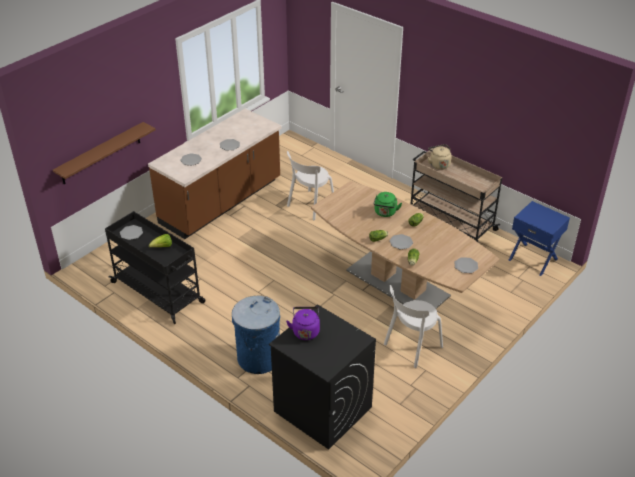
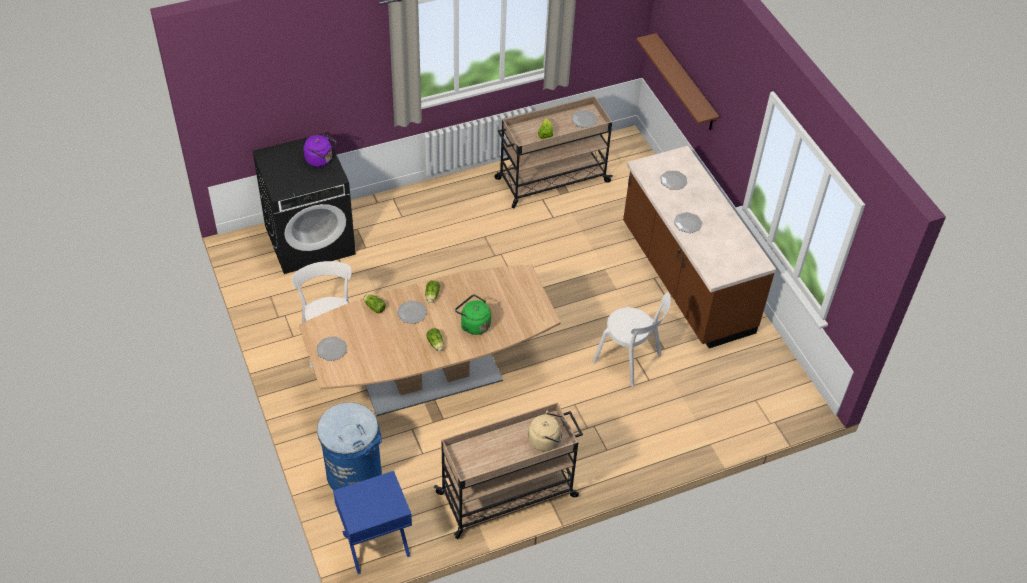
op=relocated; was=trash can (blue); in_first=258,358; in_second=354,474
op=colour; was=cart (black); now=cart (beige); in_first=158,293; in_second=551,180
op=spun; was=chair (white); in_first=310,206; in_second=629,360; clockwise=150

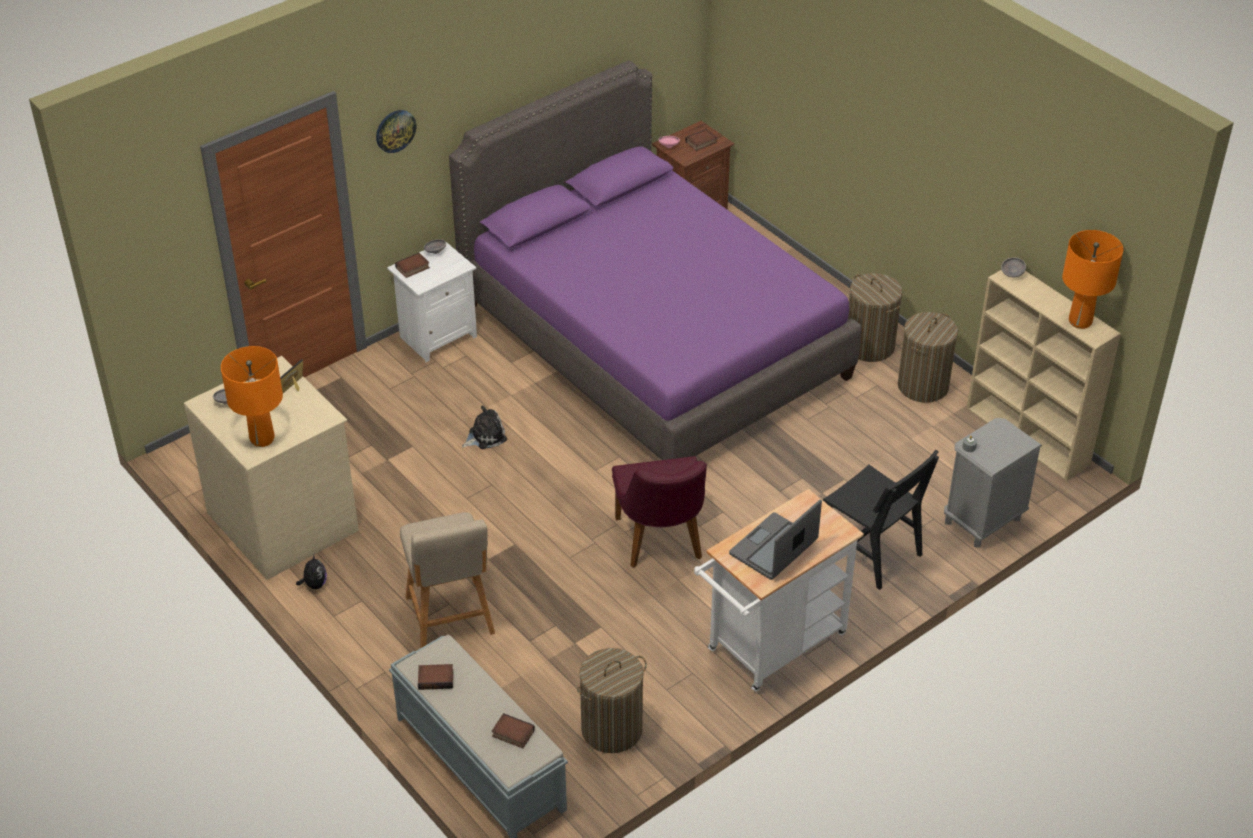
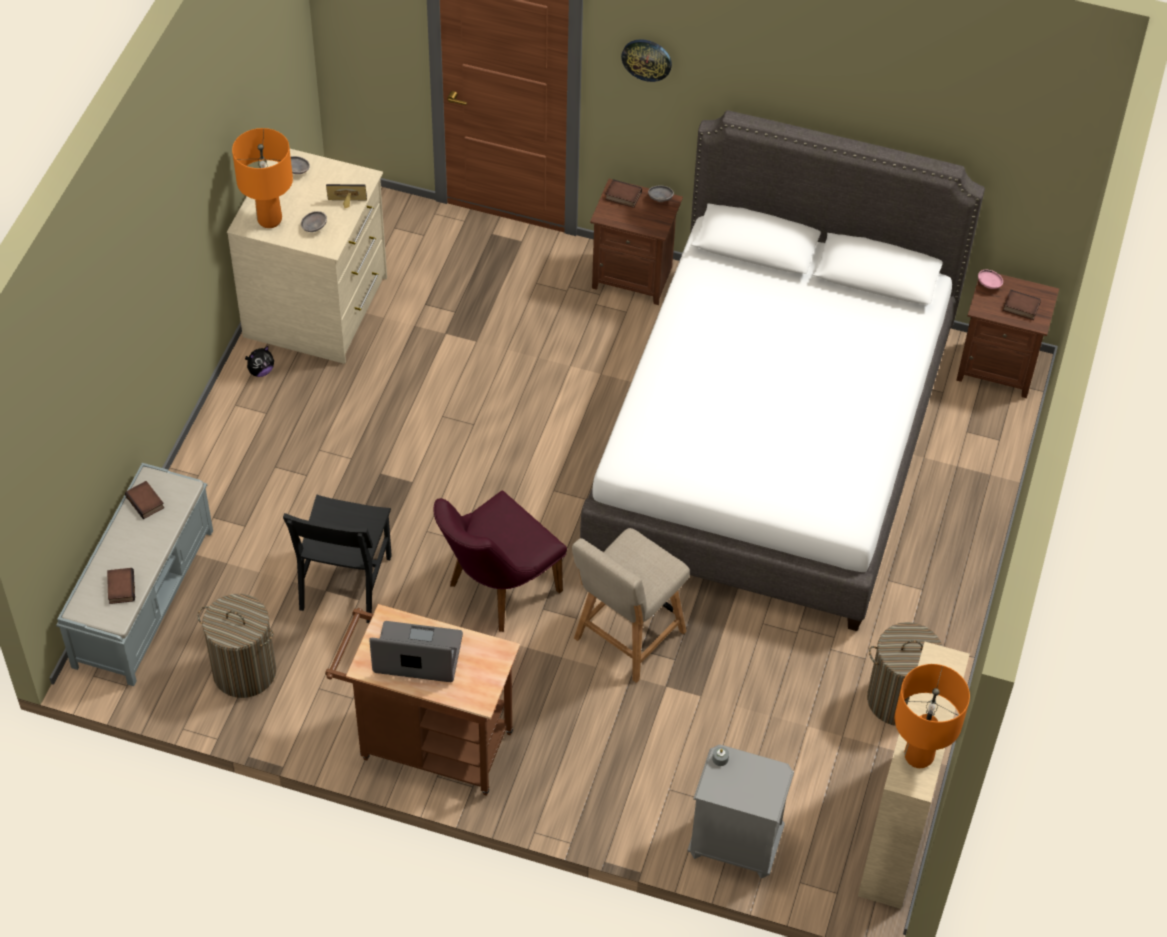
op=missing; was=plush toy; in_first=485,436
op=missing; was=laundry basket; in_first=869,346
op=relocated; was=chair (beige); in_first=451,619; in_second=626,638
op=relocated; was=chair (black); in_first=871,552; in_second=345,582
op=relocated; was=bowl (grey); in_first=1012,274; in_second=314,227
op=colour; was=nightstand (white); now=nightstand (brown); in_first=437,336; in_second=633,276
op=colour; was=bed (purple); now=bed (white); in_first=653,341; in_second=770,441
op=colour; was=cart (white); now=cart (brown); in_first=770,647; in_second=427,743

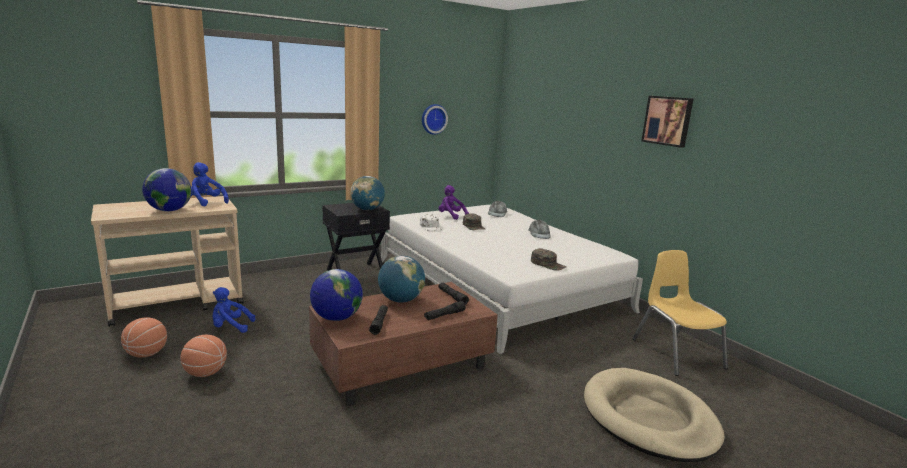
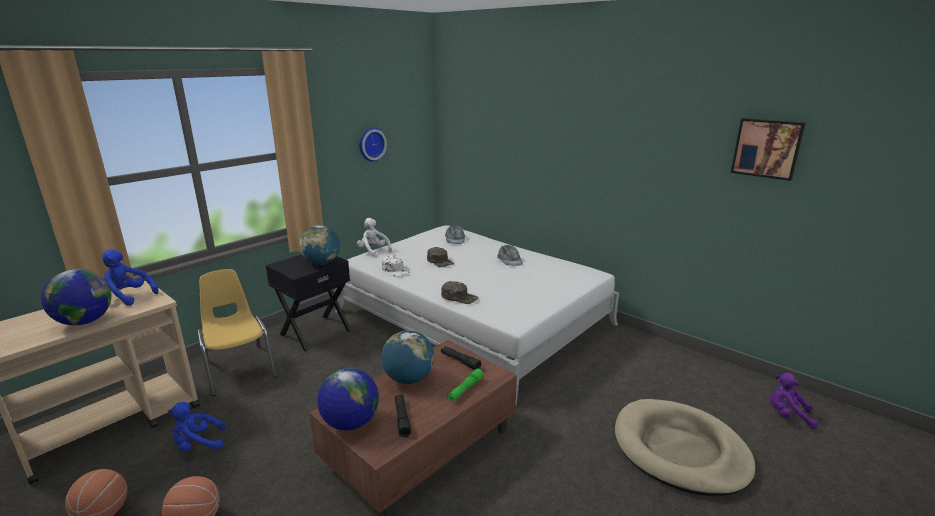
op=appeared; now=plush toy (white); in_second=373,251
op=relocated; was=plush toy (purple); in_first=451,216; in_second=787,415
op=relocated; was=cap (green); in_first=548,264; in_second=459,297
op=relocated; was=chair (yellow); in_first=676,353; in_second=239,368
op=relocated; was=picture; in_first=668,121; in_second=767,148
op=colour; was=flashlight (black); now=flashlight (green); in_first=444,315; in_second=465,390

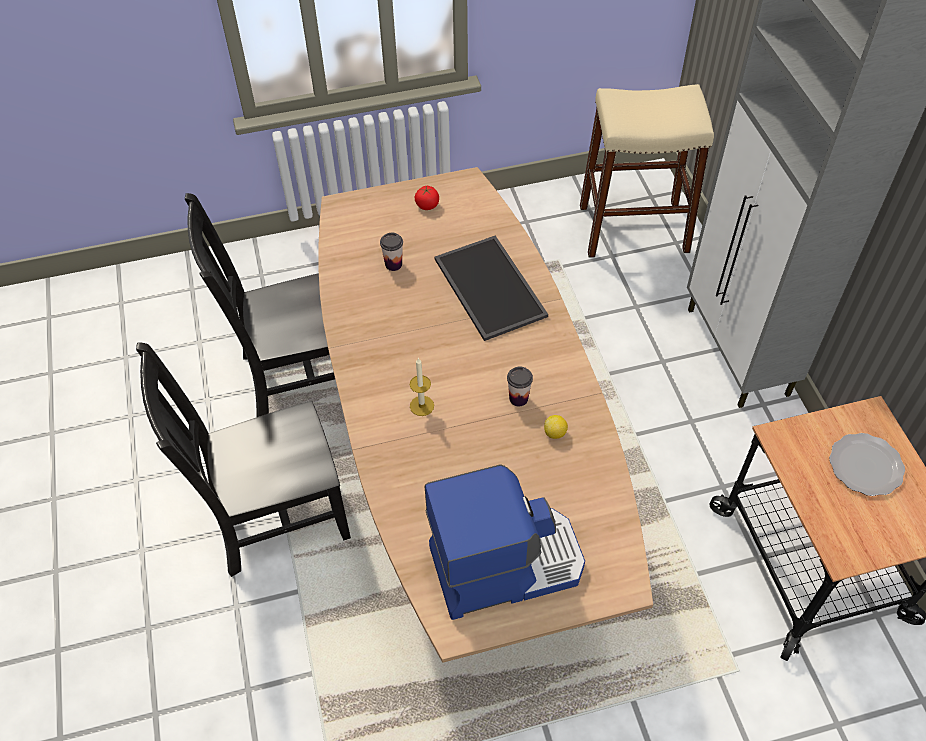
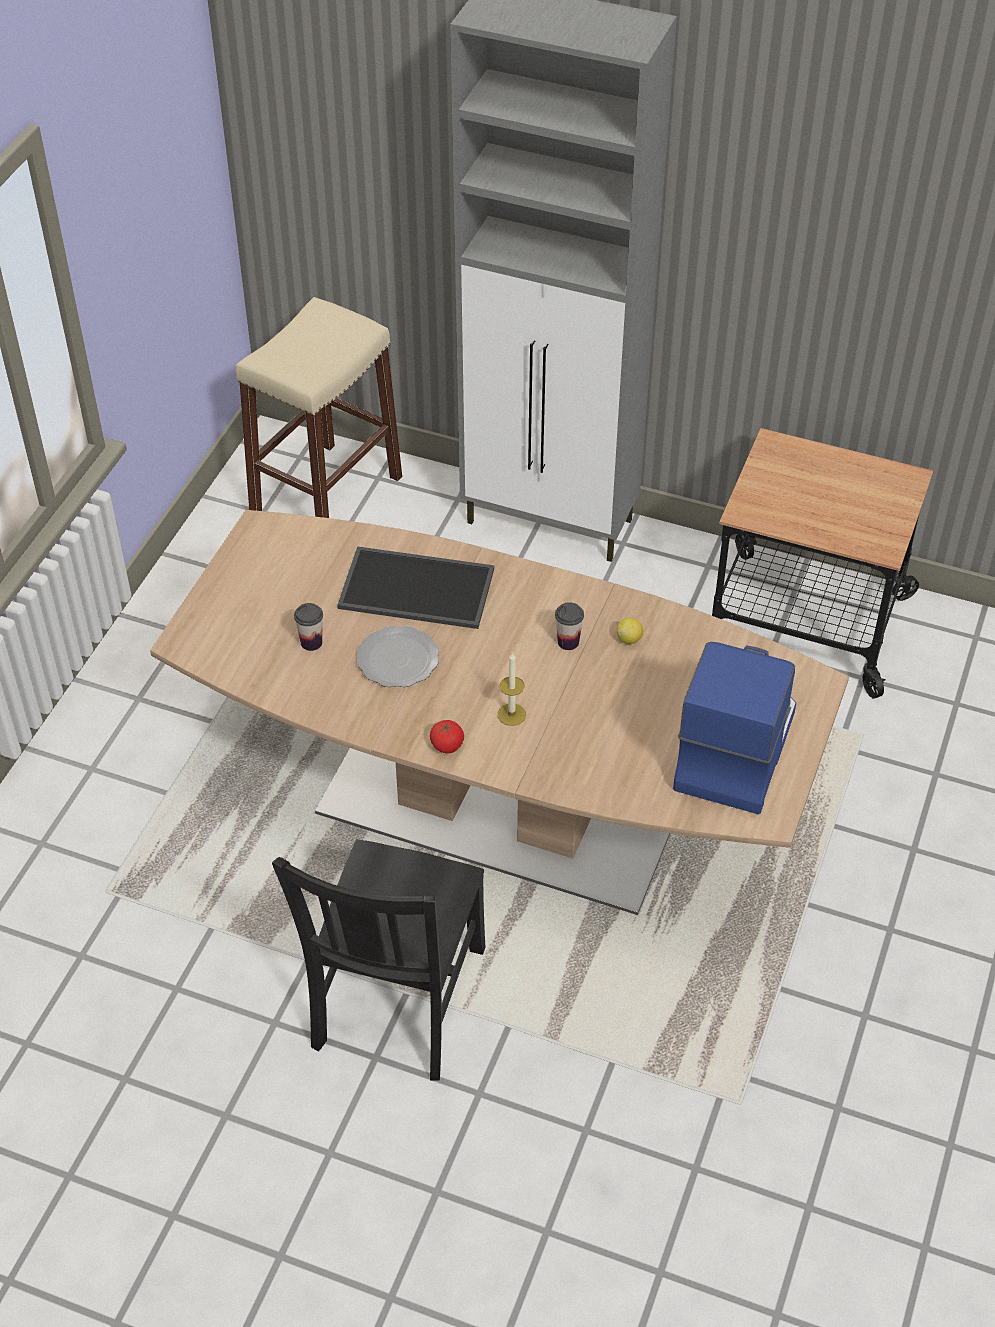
op=missing; was=chair (black); in_first=299,377
op=relocated; was=tomato; in_first=427,205; in_second=447,745
op=relocated; was=plate; in_first=865,465; in_second=397,659

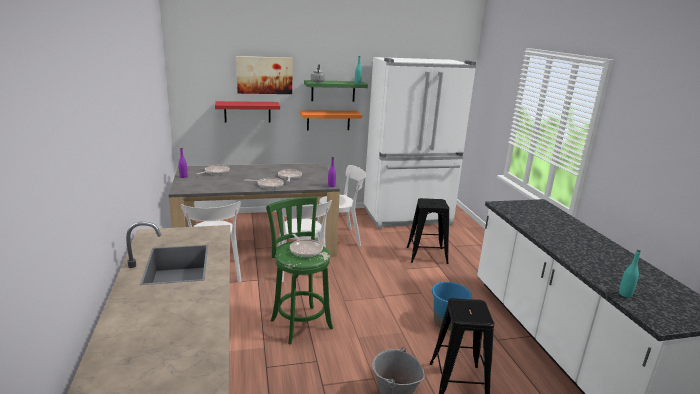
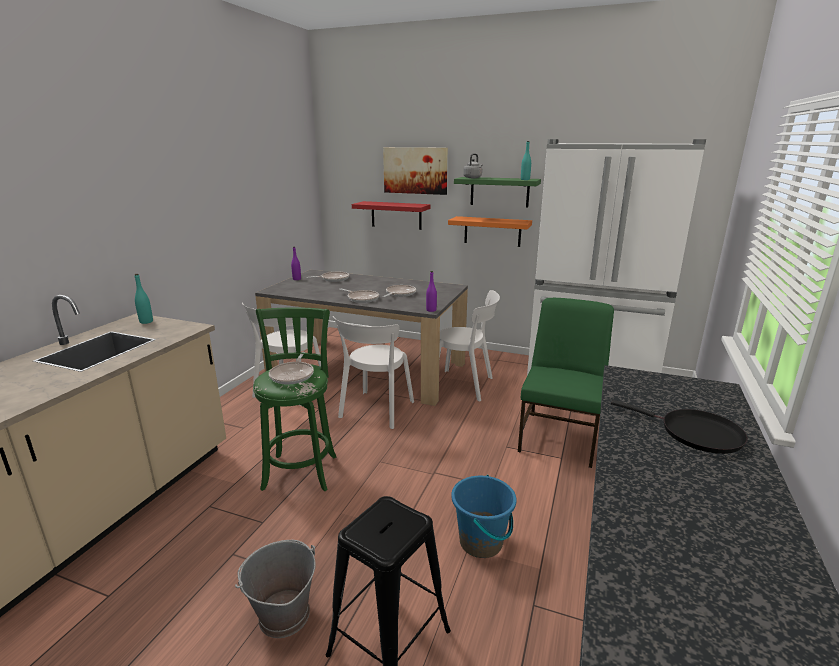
op=appeared; now=frying pan (black); in_second=695,433
op=relocated; was=bottle (turquoise); in_first=625,294; in_second=146,322
op=exchanged; was=stool (black); now=chair (green); in_first=426,255; in_second=560,437

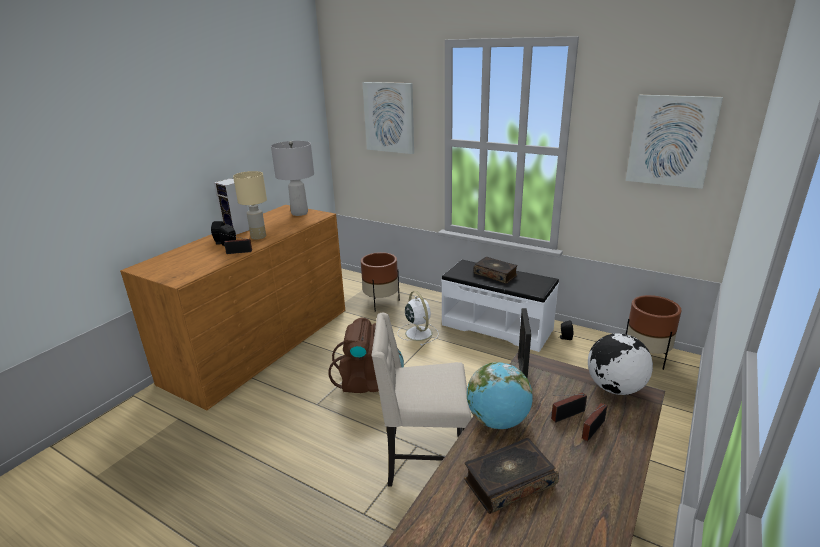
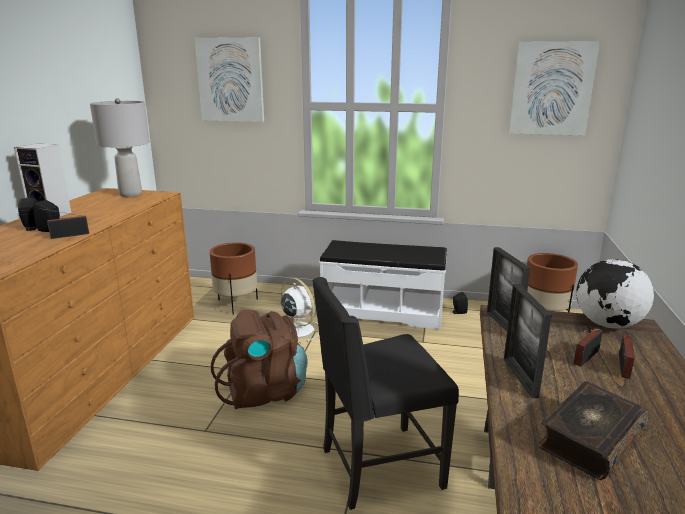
op=missing; was=table lamp (beige); in_first=258,237
op=missing; was=book; in_first=495,274
op=exchanged; was=globe; now=picture frame; in_first=498,421; in_second=520,377
op=colour; was=chair (beige); now=chair (black); in_first=424,460; in_second=378,468

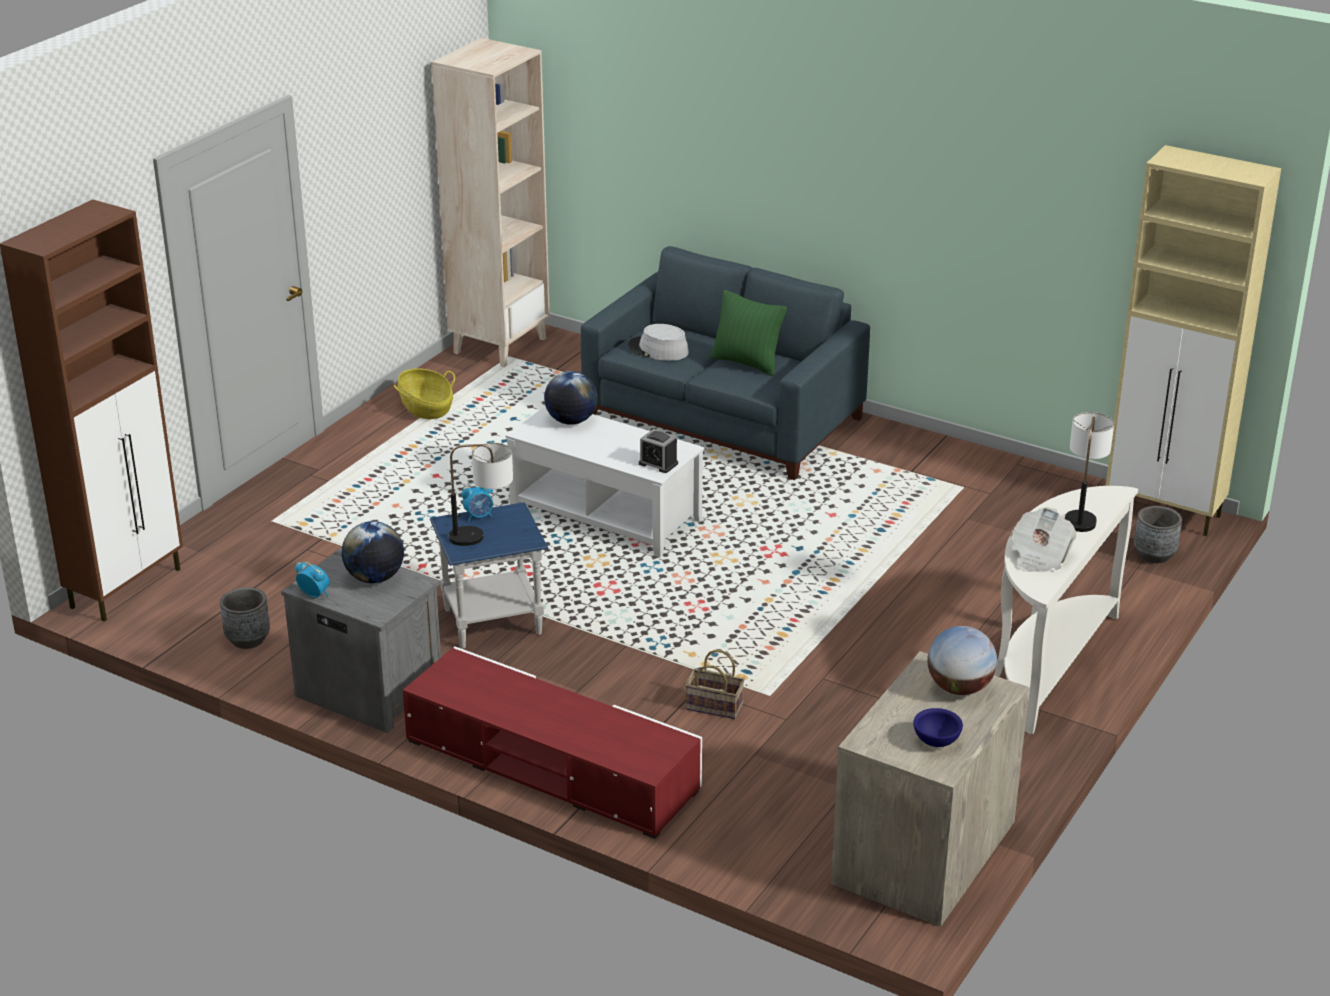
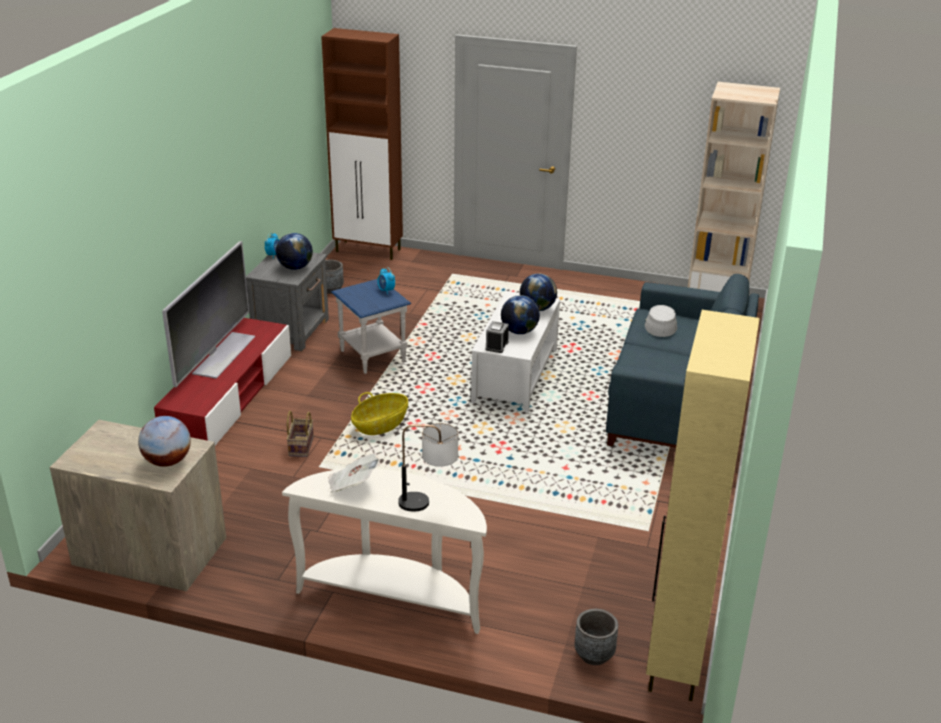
op=missing; was=table lamp; in_first=483,536
op=missing; was=pillow (green); in_first=746,363
op=missing; was=bowl (blue); in_first=937,741
op=appeared; now=television; in_second=222,355
op=appeared; now=globe; in_second=519,331
op=relocated; was=basket; in_first=426,408; in_second=380,425

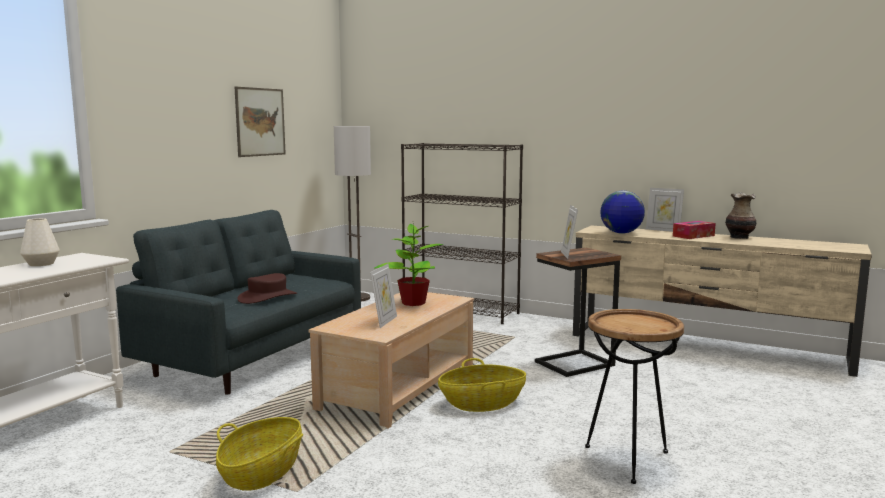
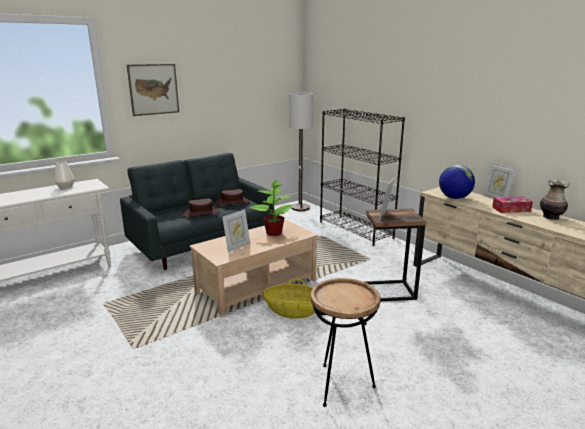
op=missing; was=basket; in_first=262,473
op=appeared; now=hat (brown); in_second=232,203
op=relocated; was=picture; in_first=260,122; in_second=153,89

